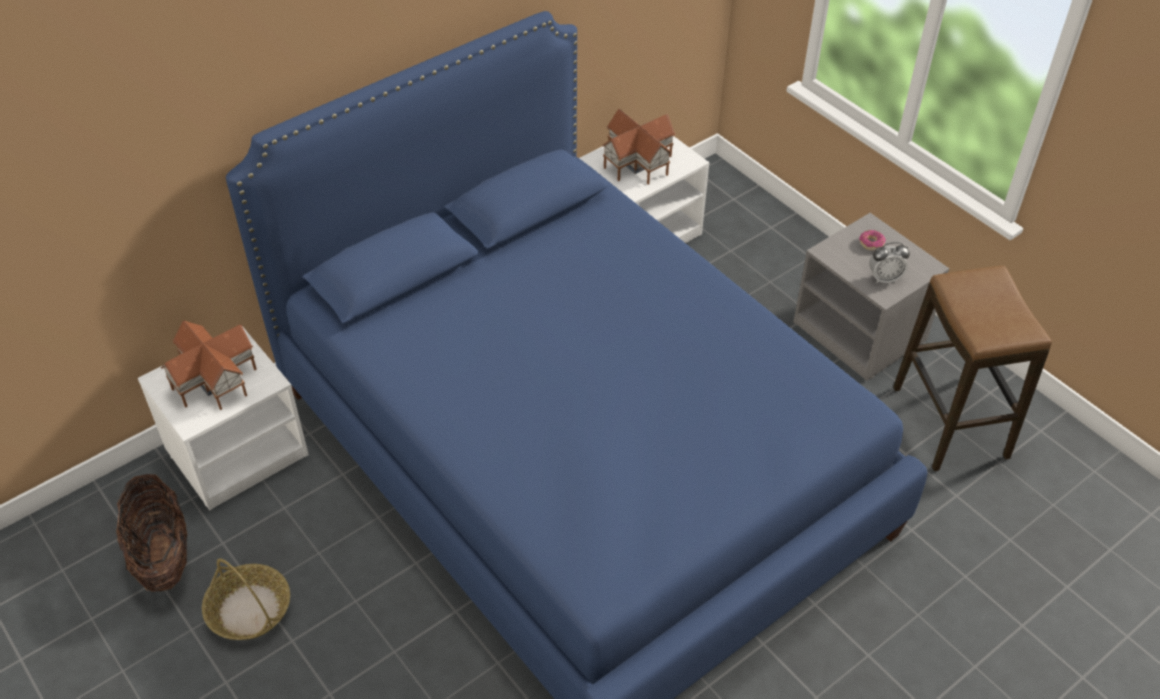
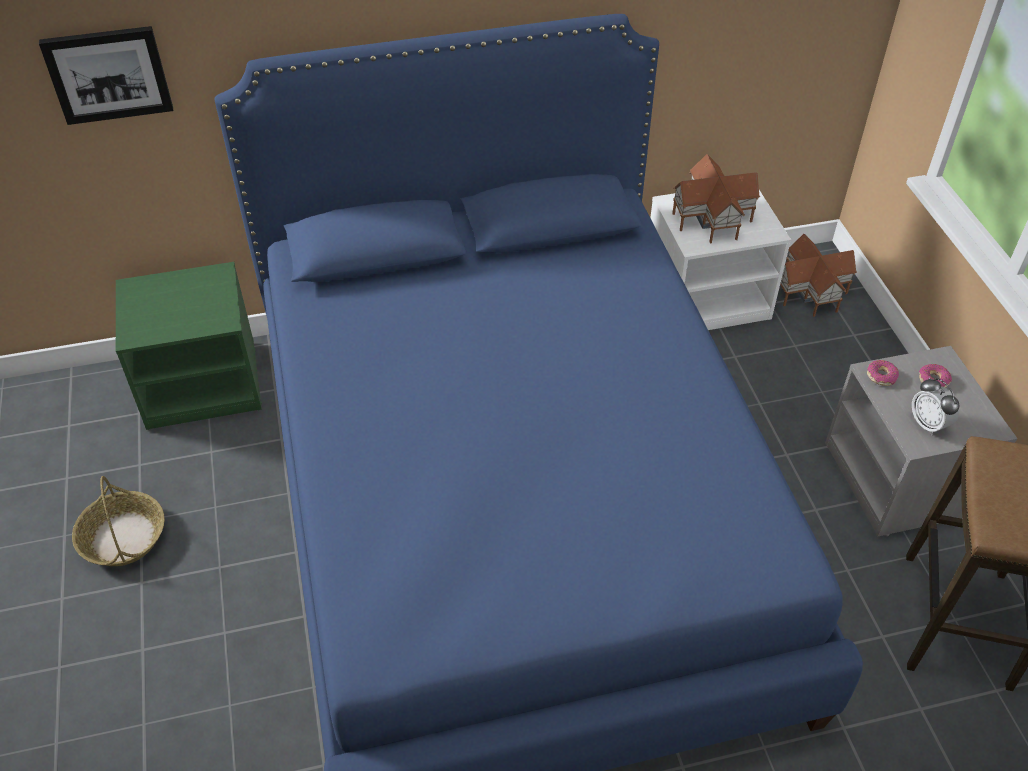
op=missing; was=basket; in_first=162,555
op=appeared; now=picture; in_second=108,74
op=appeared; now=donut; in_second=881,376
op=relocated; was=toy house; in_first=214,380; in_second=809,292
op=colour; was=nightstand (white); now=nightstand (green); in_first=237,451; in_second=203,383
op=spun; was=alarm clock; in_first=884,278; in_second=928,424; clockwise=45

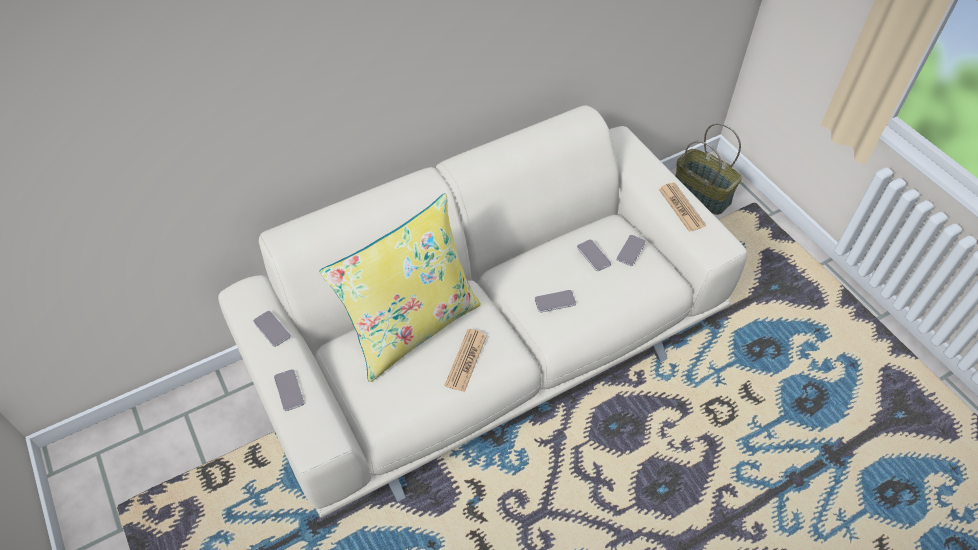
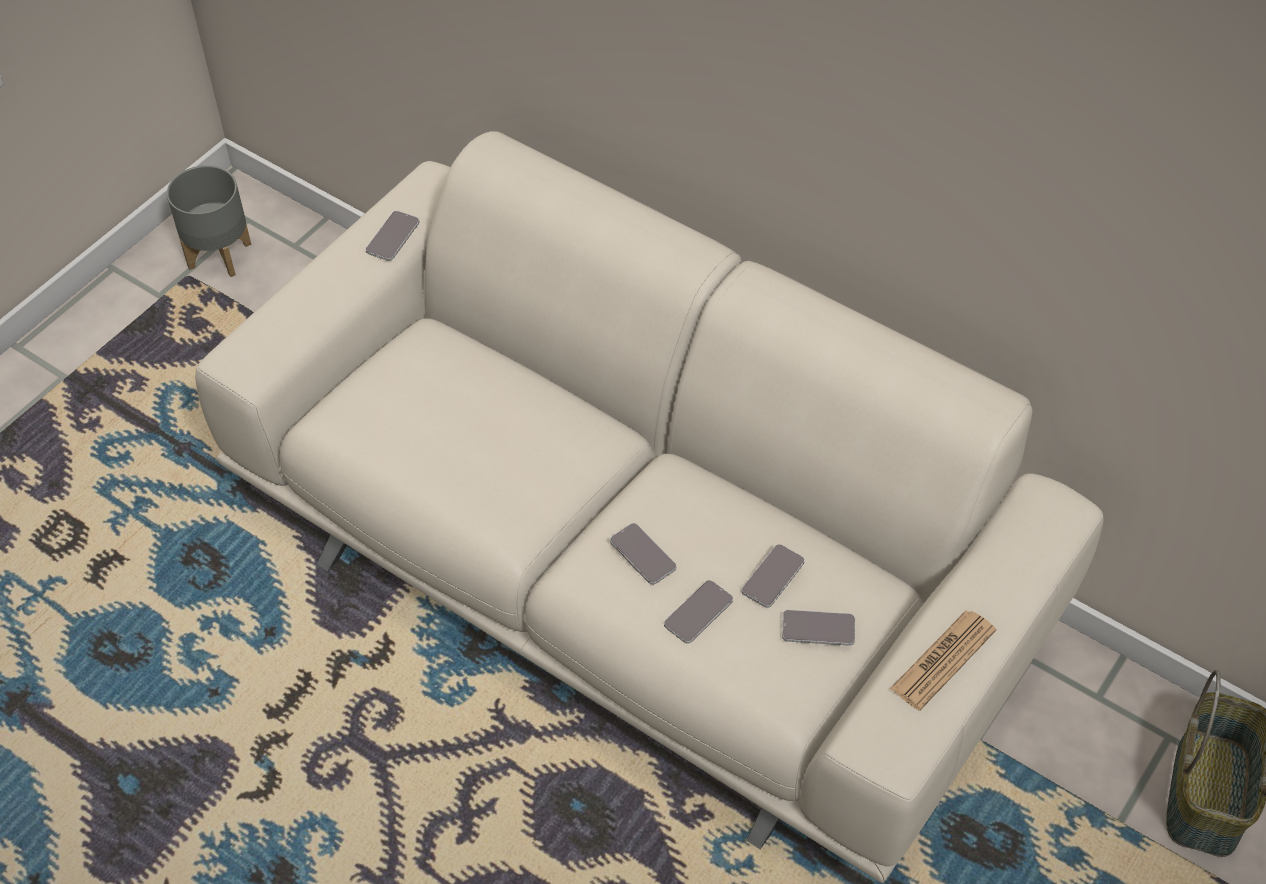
op=missing; was=pillow (yellow); in_first=412,326
op=missing; was=newspaper; in_first=466,360
op=appeared; now=planter (grey); in_second=218,255
op=relocated; was=phone; in_first=289,390; in_second=698,612

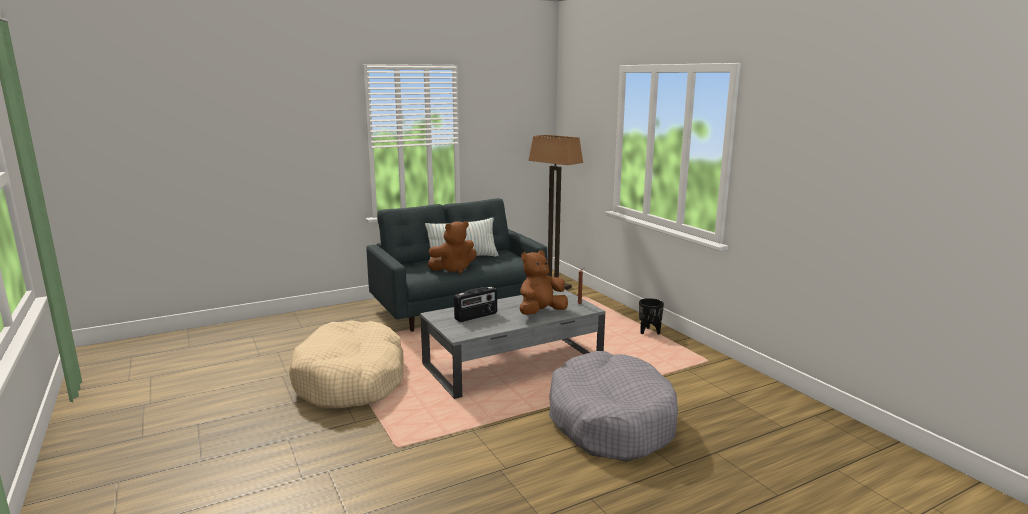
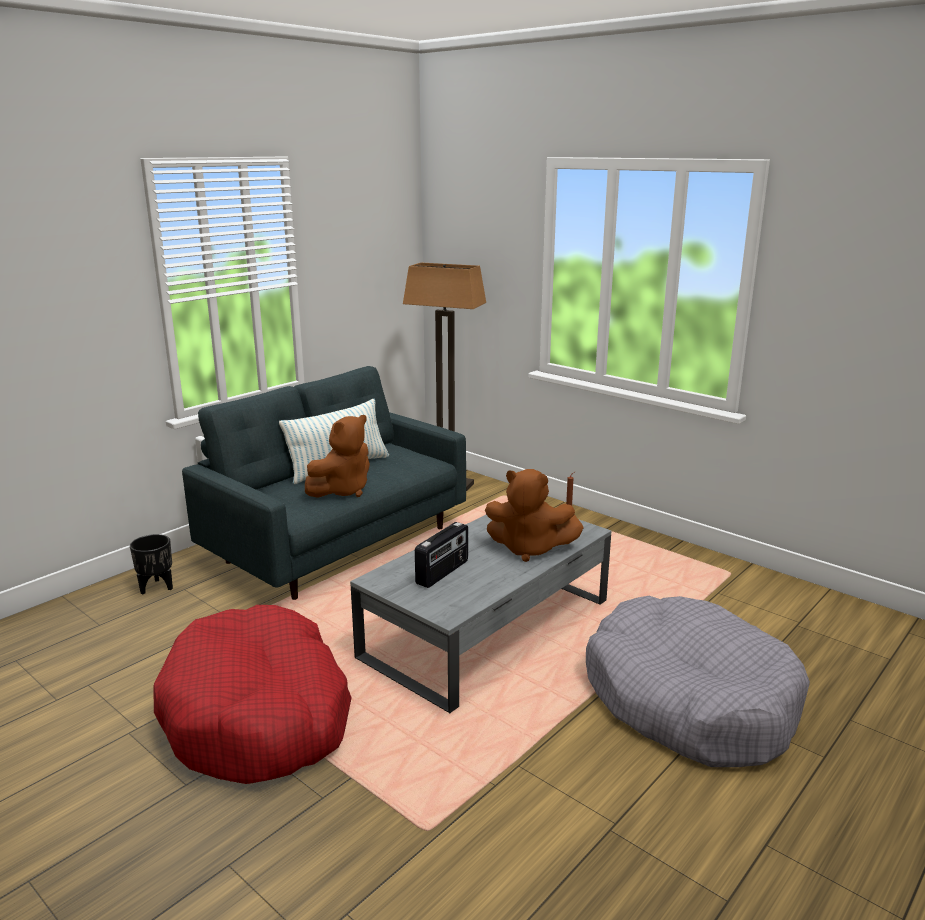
op=relocated; was=planter (black); in_first=649,332; in_second=157,587
op=colour; was=dog bed (beige); now=dog bed (red); in_first=351,380; in_second=258,715
op=spun; was=plush toy (brown); in_first=541,312; in_second=529,549; clockwise=-105

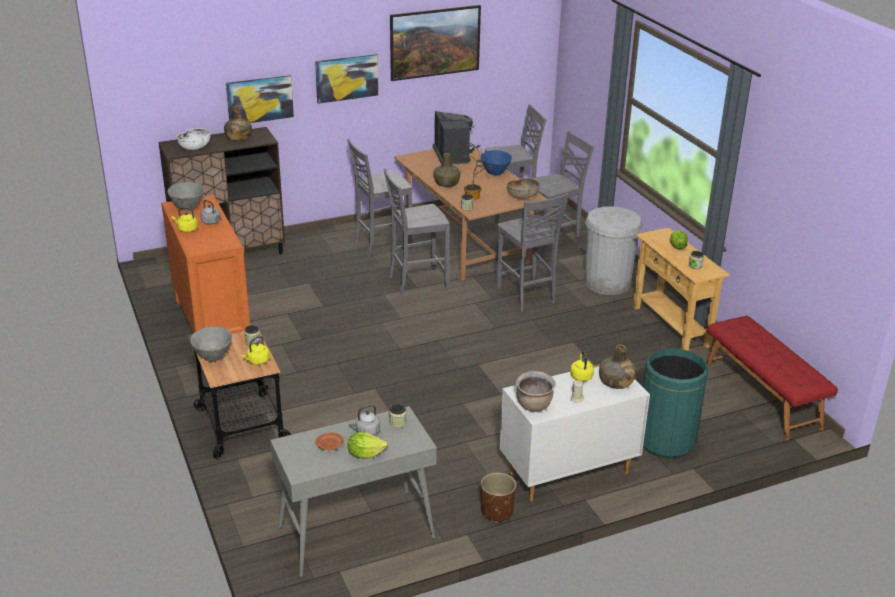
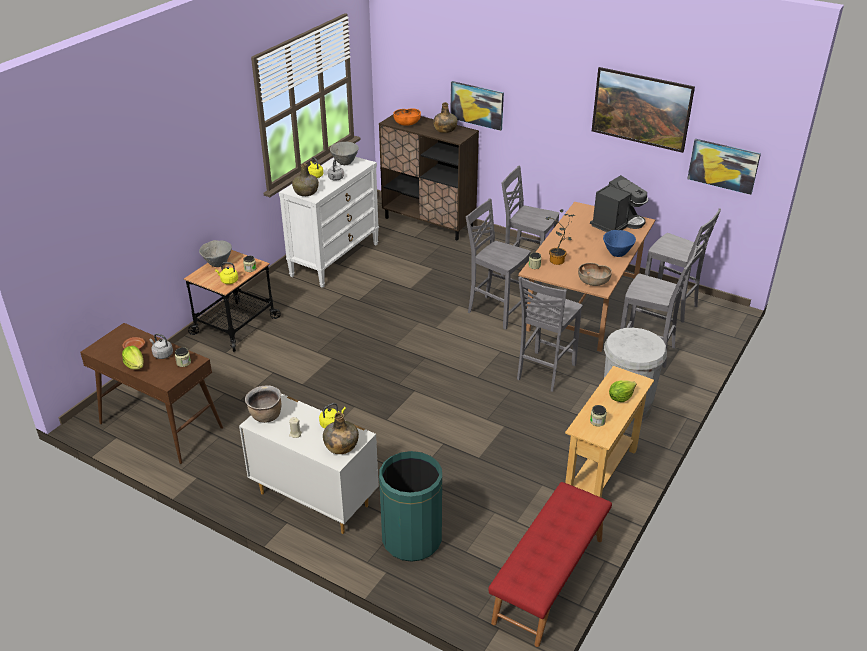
op=missing; was=planter (brown); in_first=497,512
op=relocated; was=picture; in_first=346,78; in_second=723,165
op=relocated; was=bottle (green); in_first=447,183; in_second=306,192
op=colour; was=dresser (orange); now=dresser (white); in_first=212,325; in_second=335,259
op=colour; was=bowl (white); now=bowl (orange); in_first=195,148; in_second=407,124
op=colour; was=console table (grey); now=console table (brown); in_first=355,533; in_second=160,426

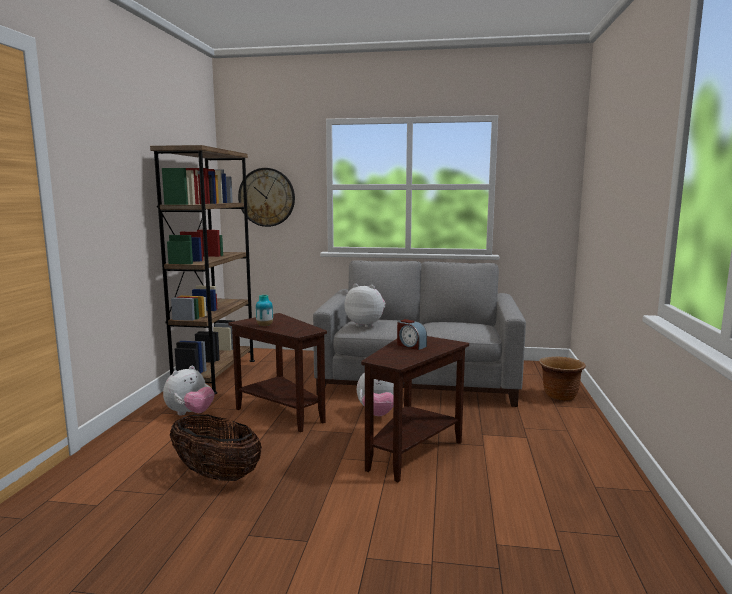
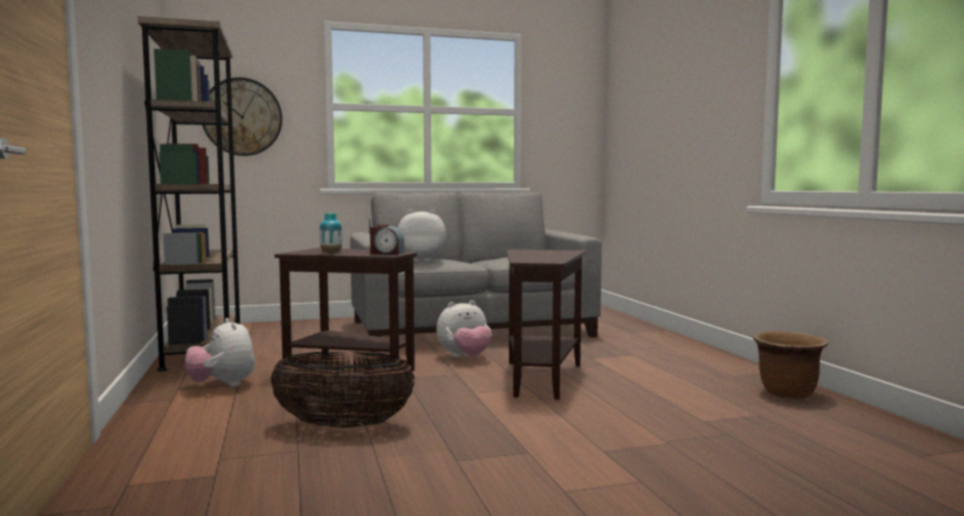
op=relocated; was=alarm clock; in_first=411,345; in_second=386,253
op=relocated; was=planter (brown); in_first=560,396; in_second=787,393
op=spun; was=plush toy; in_first=190,413; in_second=222,385; clockwise=135

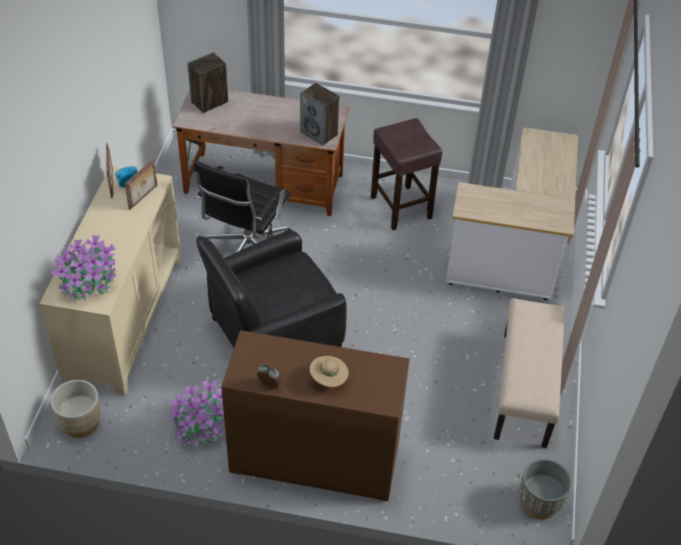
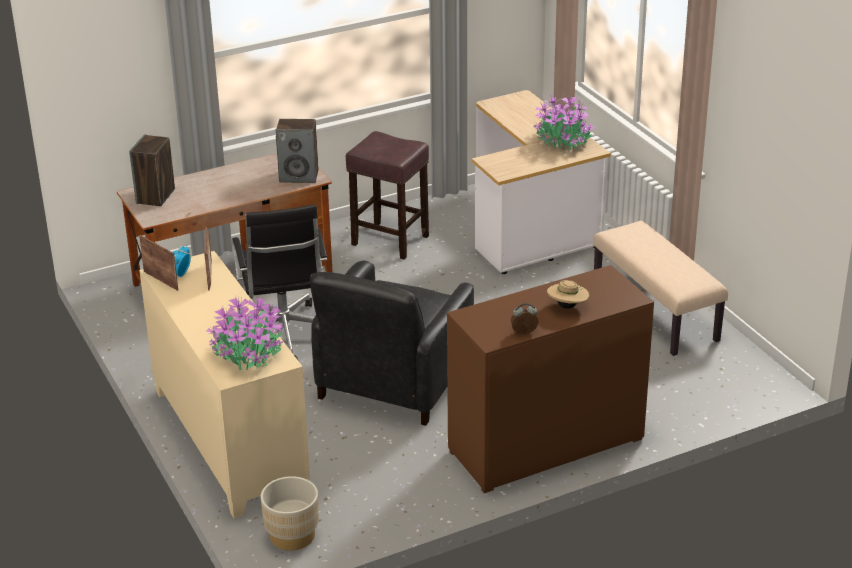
op=missing; was=planter (grey); in_first=539,503
op=relocated; was=potted plant; in_first=201,426; in_second=562,141

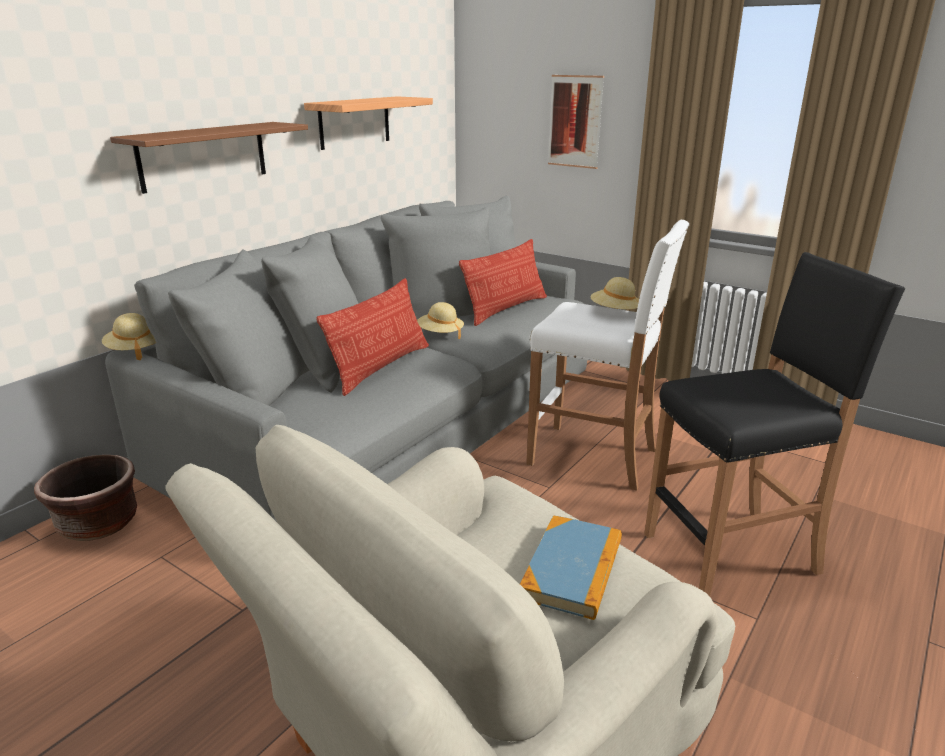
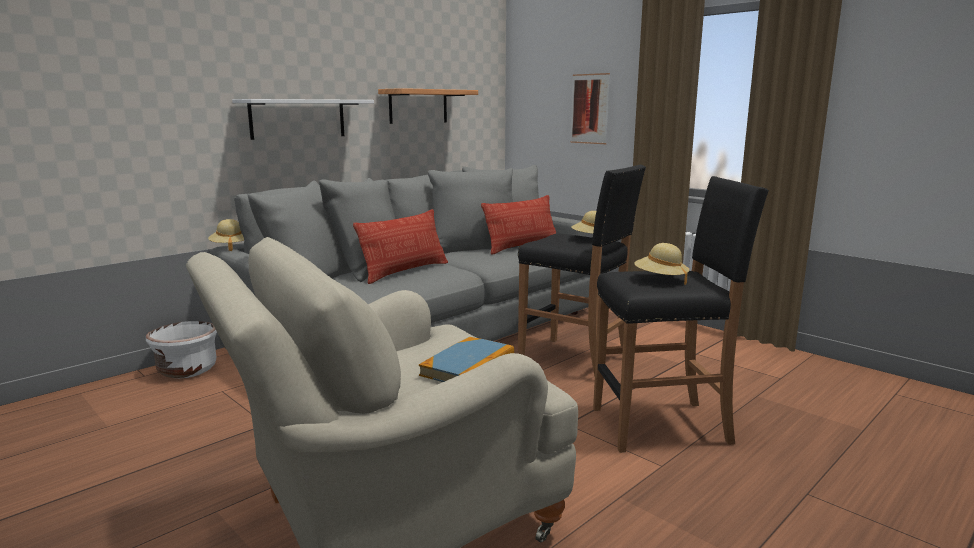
op=relocated; was=hat (beige); in_first=440,334; in_second=660,279
op=colour; was=planter (brown); now=planter (white); in_first=98,524; in_second=187,370
op=colour; was=shelf (brown); now=shelf (white); in_first=203,156; in_second=298,118
op=colour; was=stool (white); now=stool (black); in_first=594,457; in_second=575,360

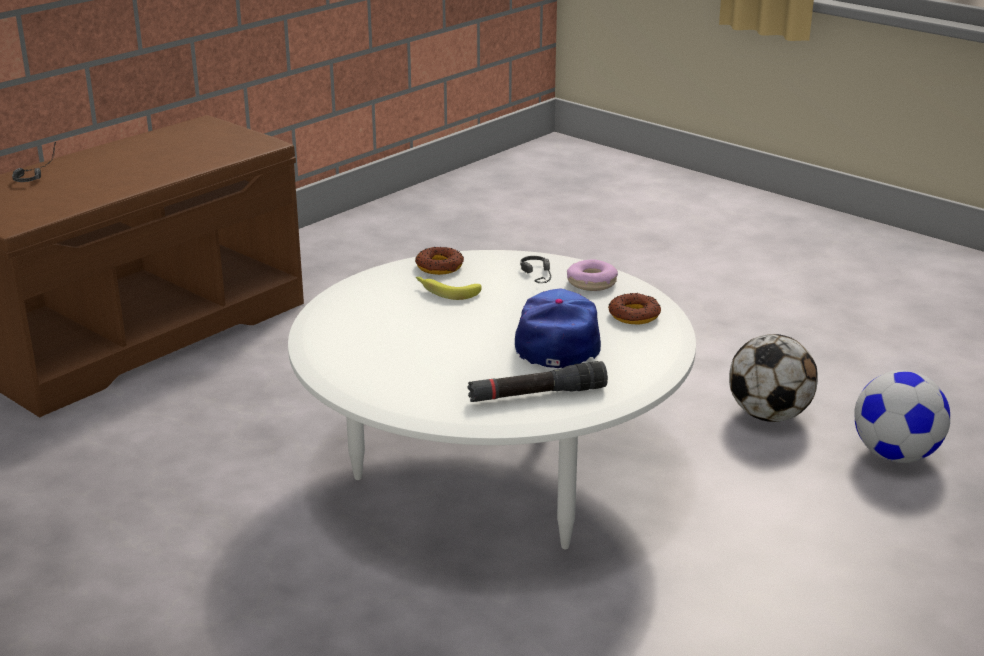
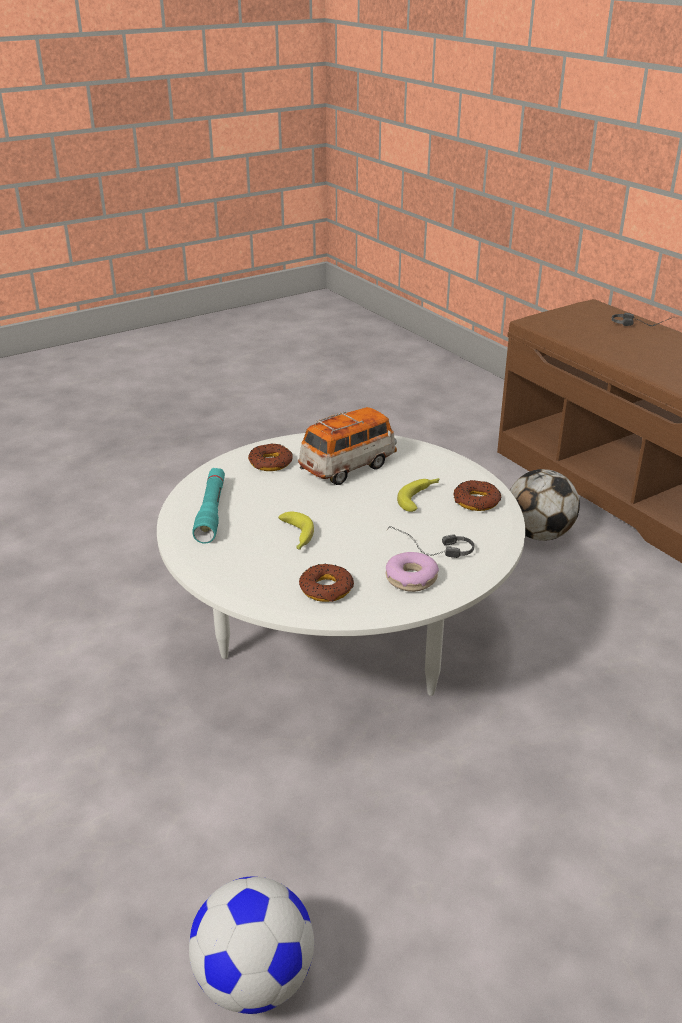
op=appeared; now=donut; in_second=270,463
op=appeared; now=toy car; in_second=348,467
op=relocated; was=football; in_first=769,415; in_second=538,534
op=exchanged; was=cap; now=banana; in_first=558,340; in_second=296,537
op=colour; was=flashlight (black); now=flashlight (turquoise); in_first=537,394; in_second=211,512

